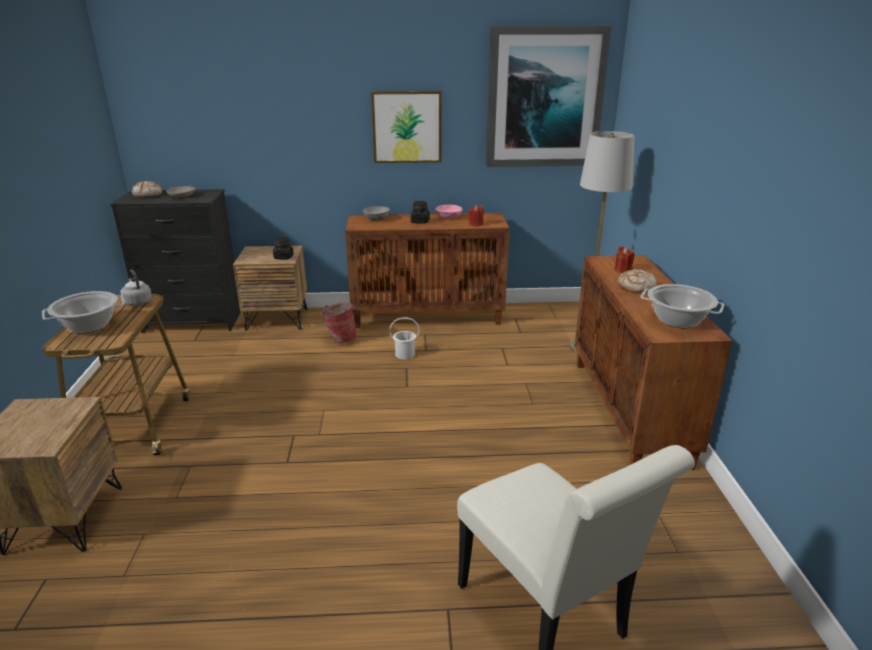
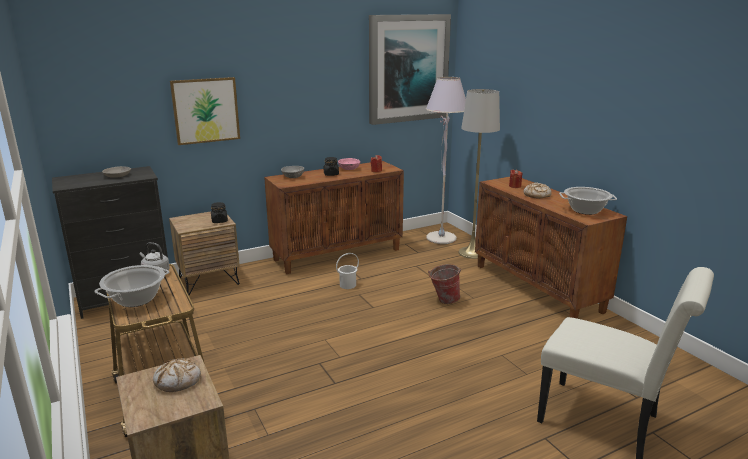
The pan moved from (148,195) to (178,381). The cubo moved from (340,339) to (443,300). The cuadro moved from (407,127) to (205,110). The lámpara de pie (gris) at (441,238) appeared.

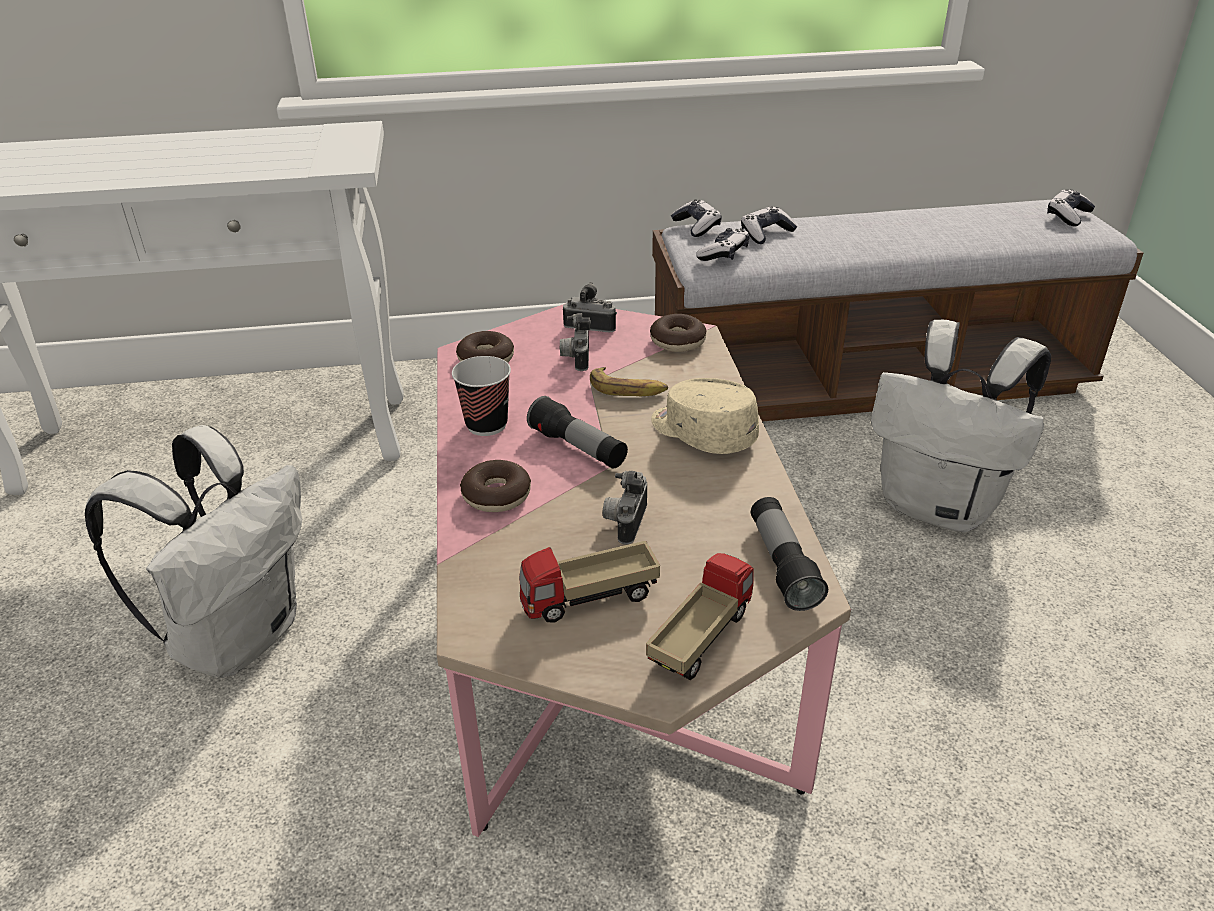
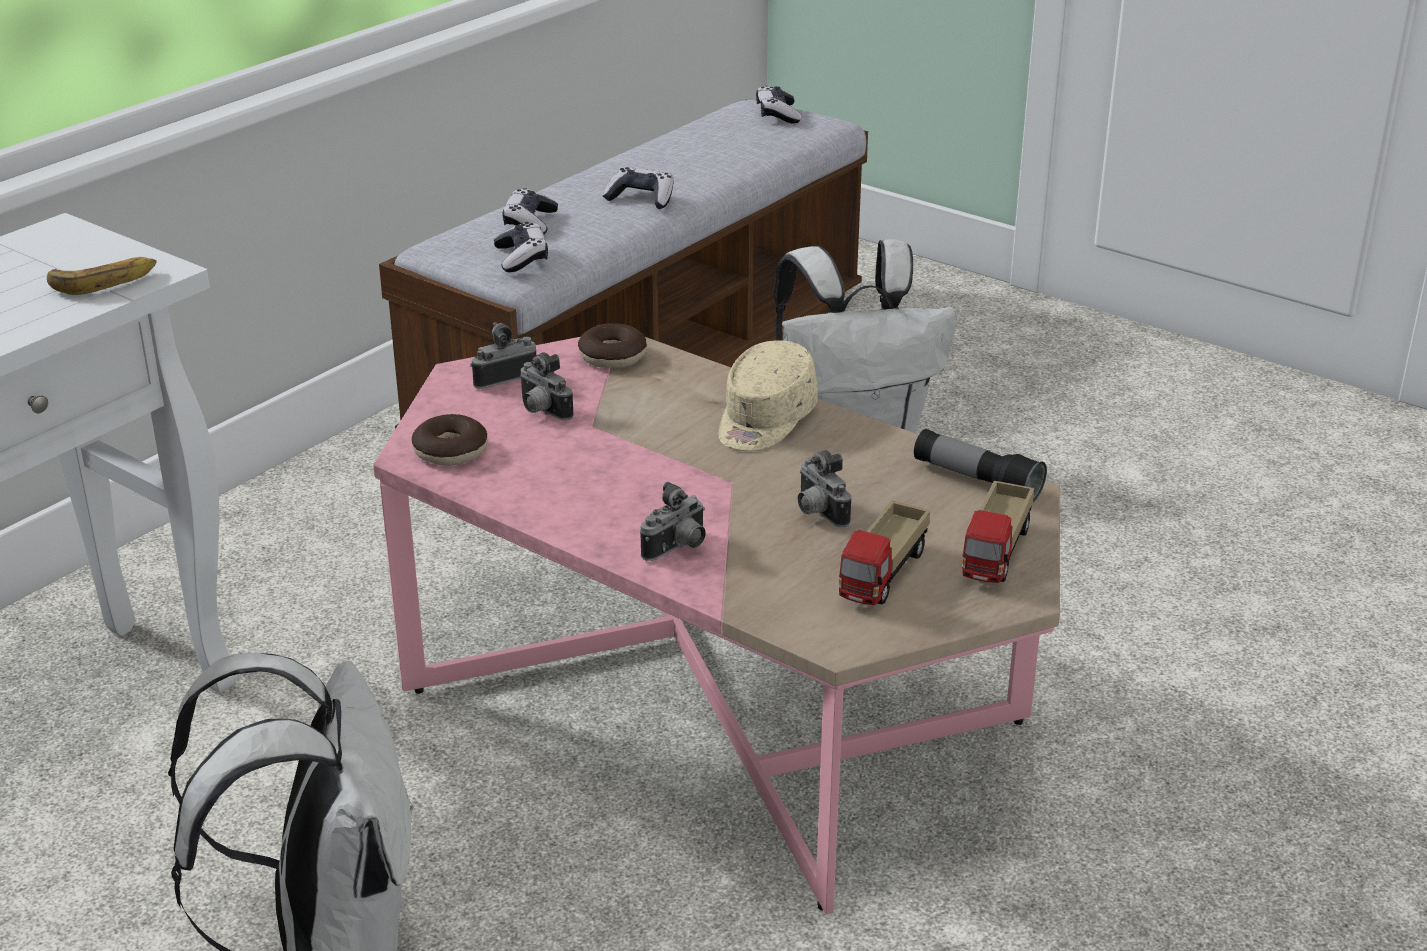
The taza at (486,425) disappeared. The rosquilla at (496,495) was replaced by the cámara at (678,549). The linterna at (578,448) disappeared. The plátano moved from (628,389) to (104,281). The camión de juguete at (700,637) turned 150 degrees counterclockwise. The gorra (beis) at (702,433) turned 60 degrees counterclockwise. The mando de consola moved from (696,226) to (641,199).

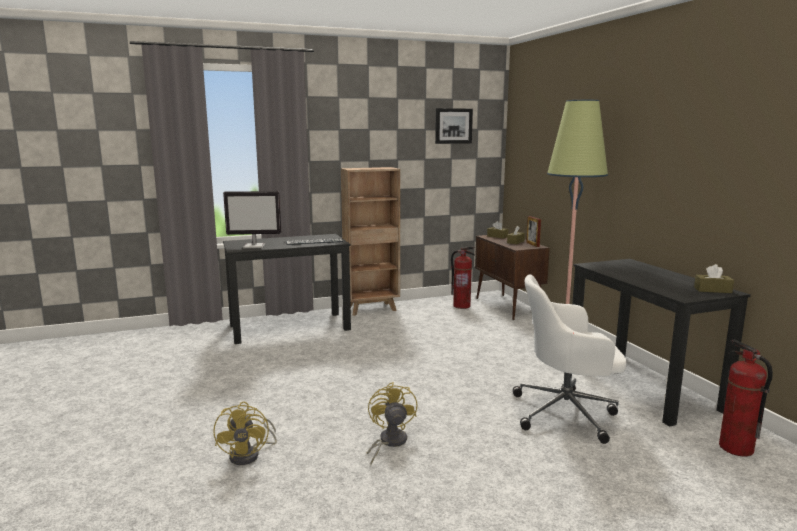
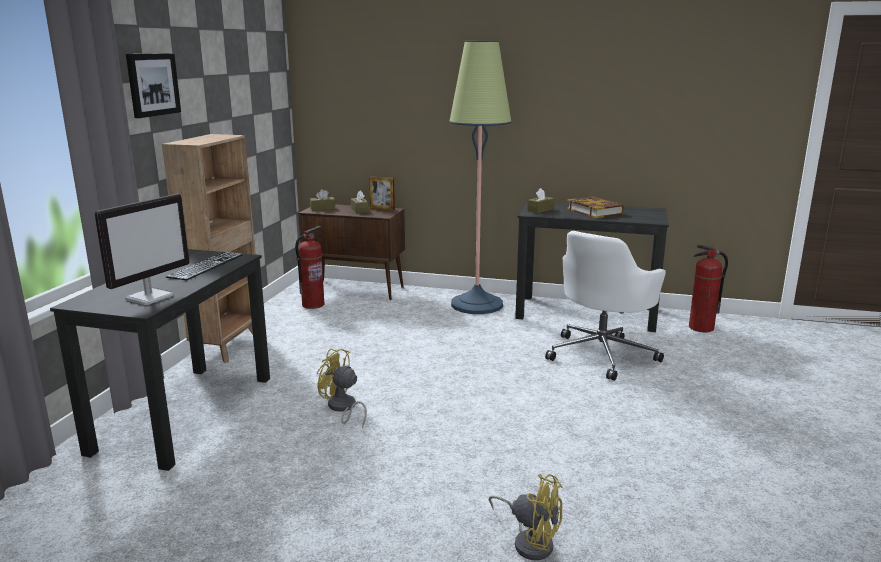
The ventilador (amarillo) moved from (389,442) to (342,408). The cuadro moved from (453,126) to (152,84). The caja de pañuelos (marrón) moved from (712,290) to (540,210). The libro at (595,211) appeared.

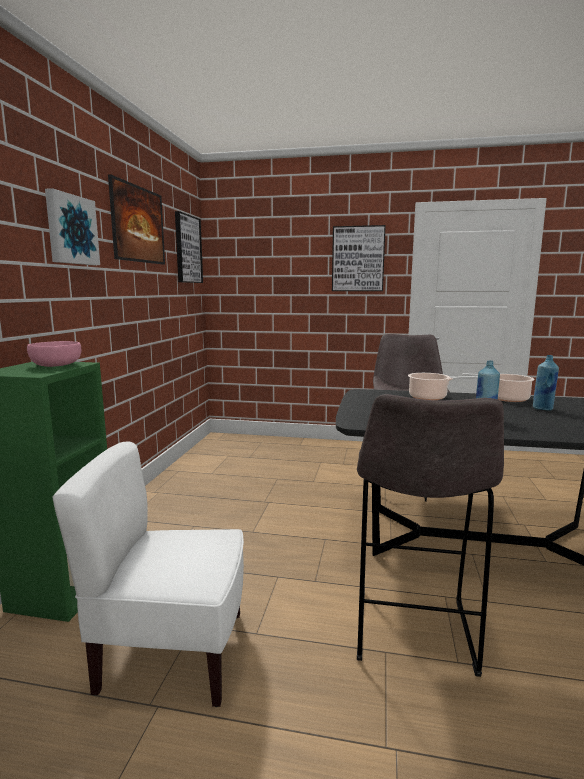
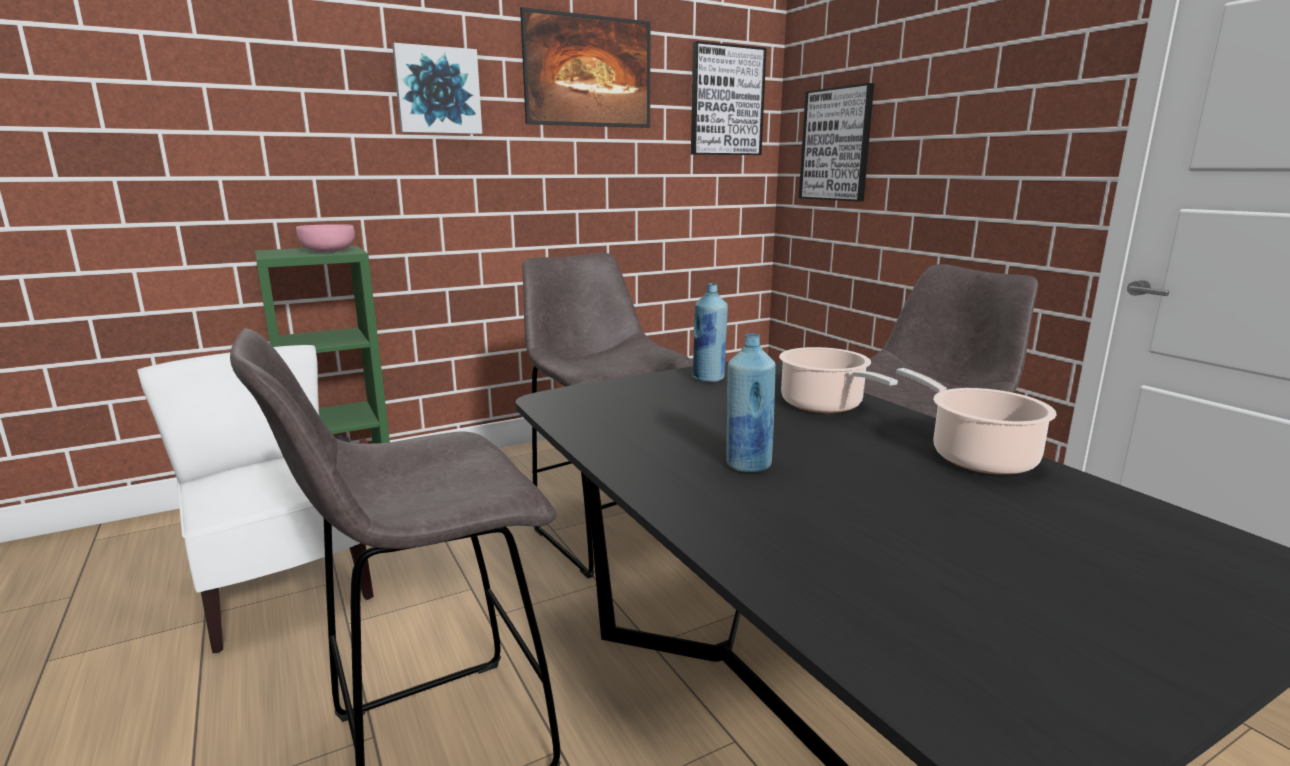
The cuadro moved from (358,259) to (836,144). The botella (azul) moved from (543,409) to (708,378). The taburete (gris) at (608,533) appeared.

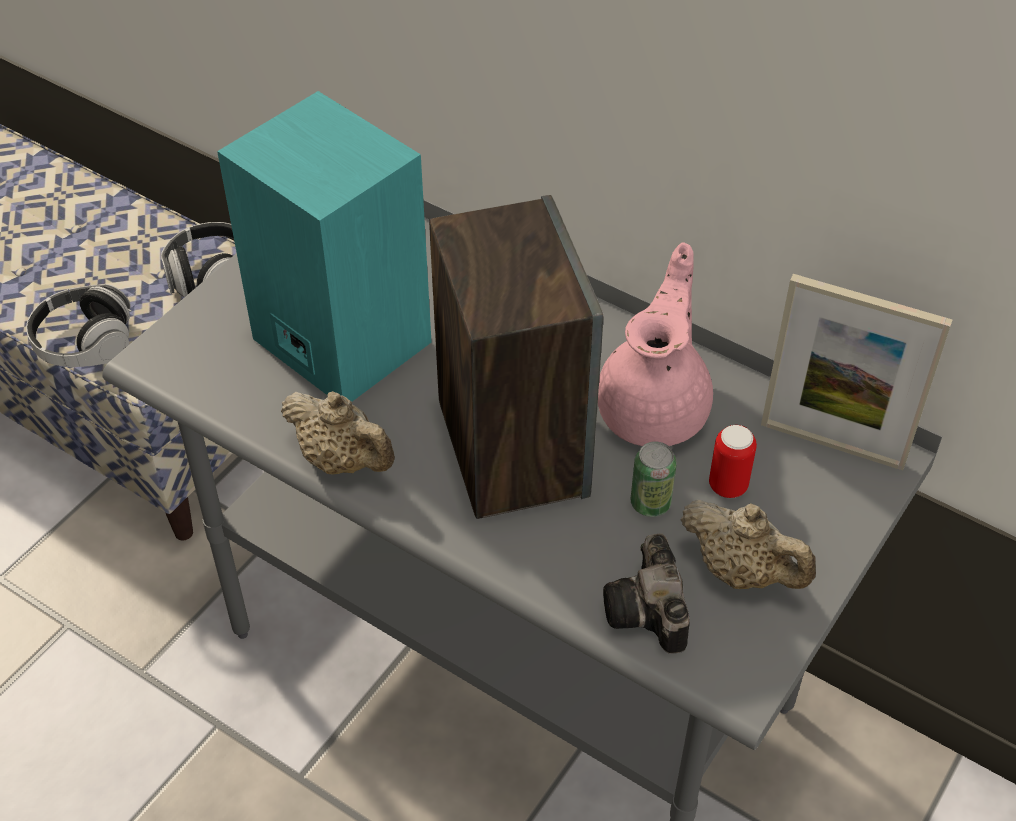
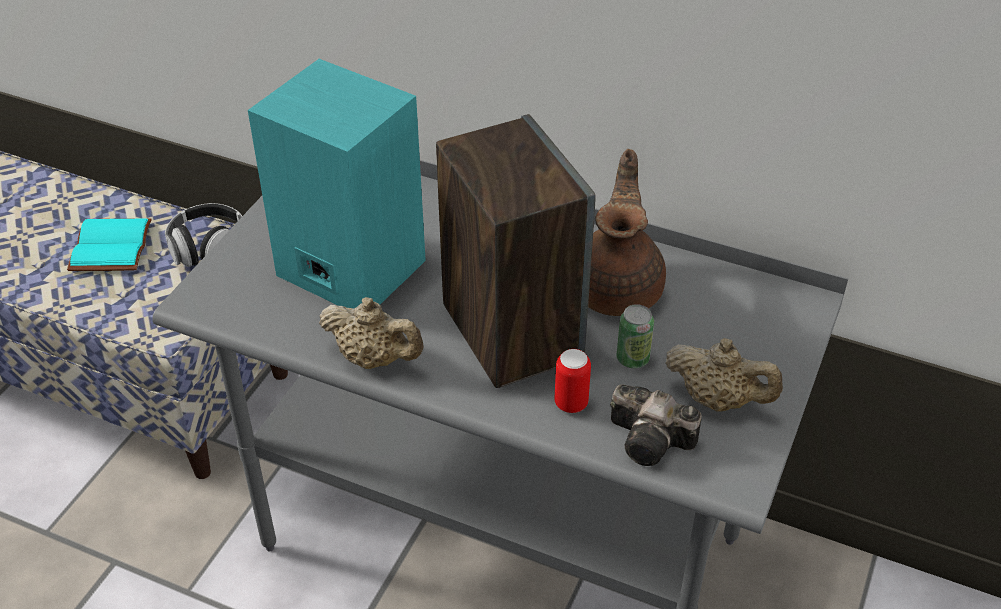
The auriculares at (85,344) disappeared. The tetera (rosa) at (656,408) became the tetera (marrón) at (619,288). The cámara at (649,614) turned 45 degrees counterclockwise. The lata moved from (728,486) to (571,403). The portarretratos at (832,444) disappeared. The libro (turquesa) at (109,246) appeared.

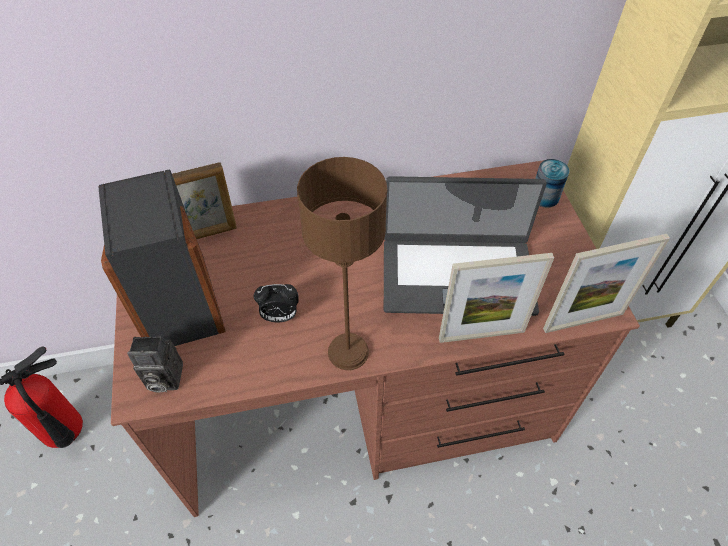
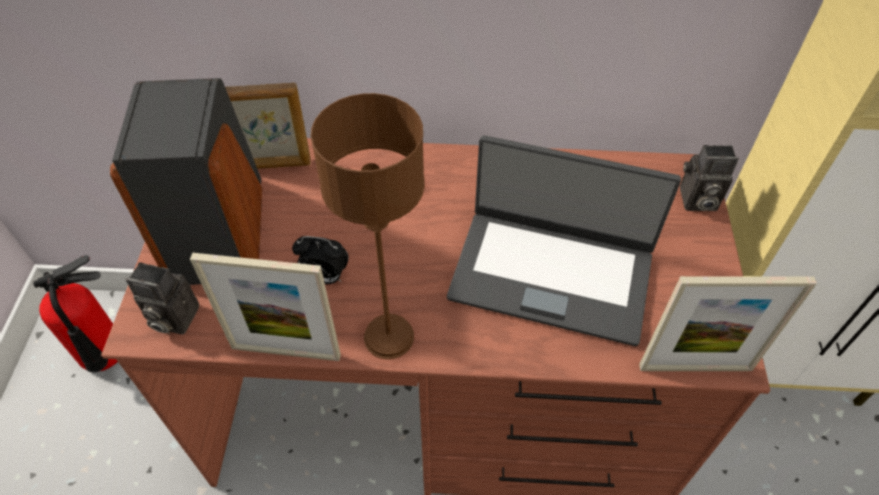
The portarretratos moved from (481,335) to (286,352). The lata at (544,197) was replaced by the cámara at (696,201).

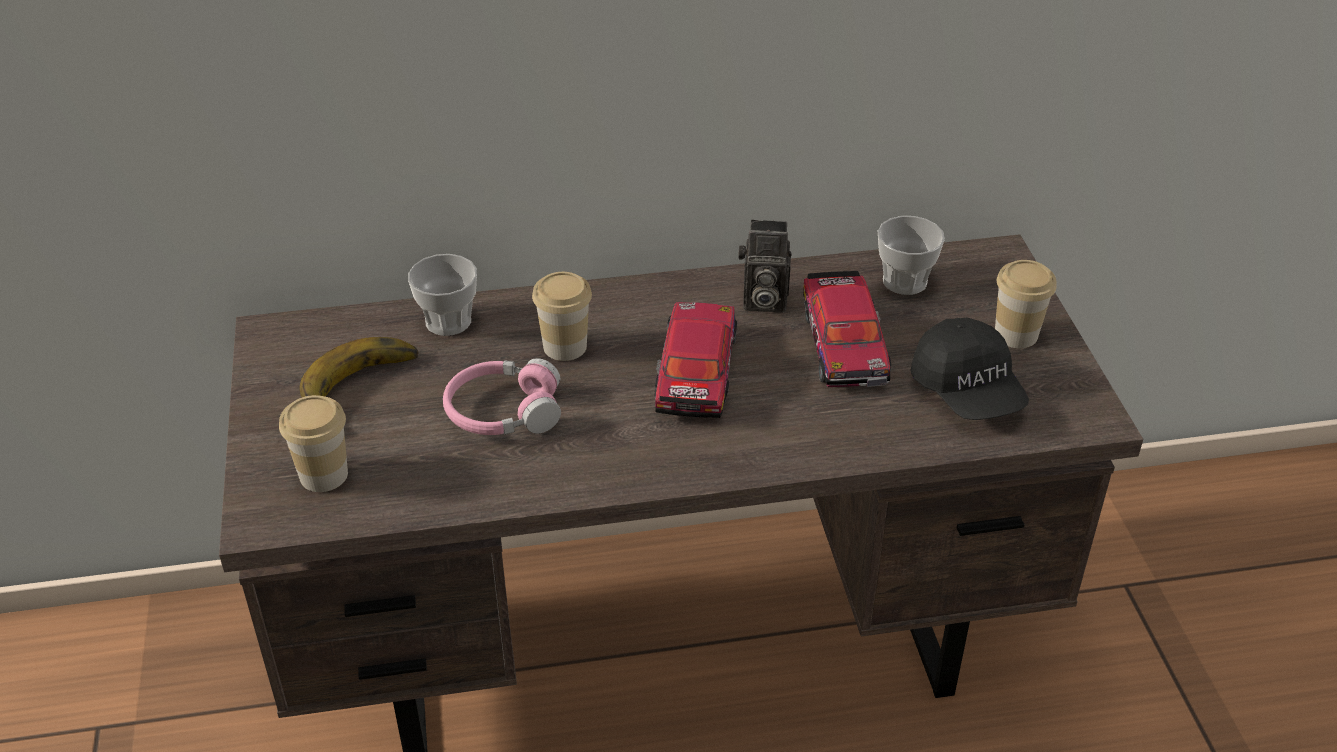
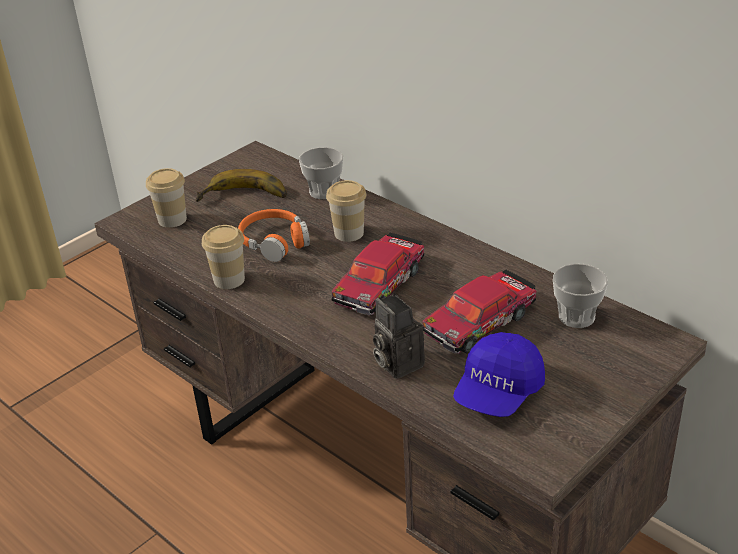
The auriculares (rosa) at (503,412) became the auriculares (naranja) at (274,242). The coche de juguete at (695,374) turned 150 degrees clockwise. The cámara moved from (762,301) to (396,363). The gorra (negro) at (968,392) became the gorra (azul) at (498,392). The taza moved from (1016,334) to (229,280).

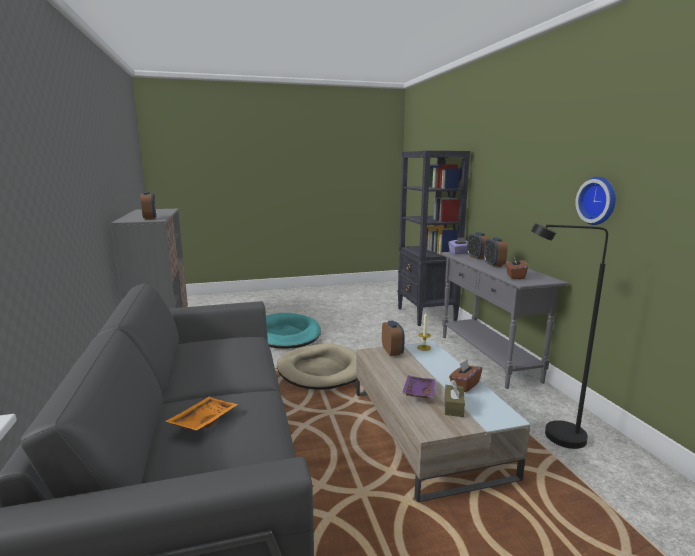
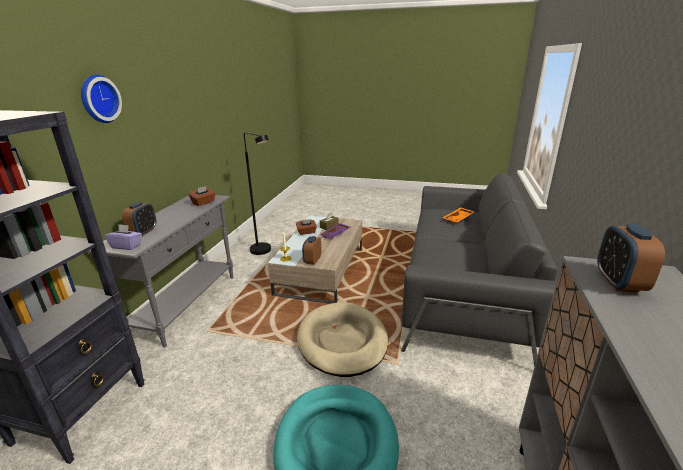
The despertador at (494,264) disappeared. The reloj de pared moved from (599,200) to (98,99).

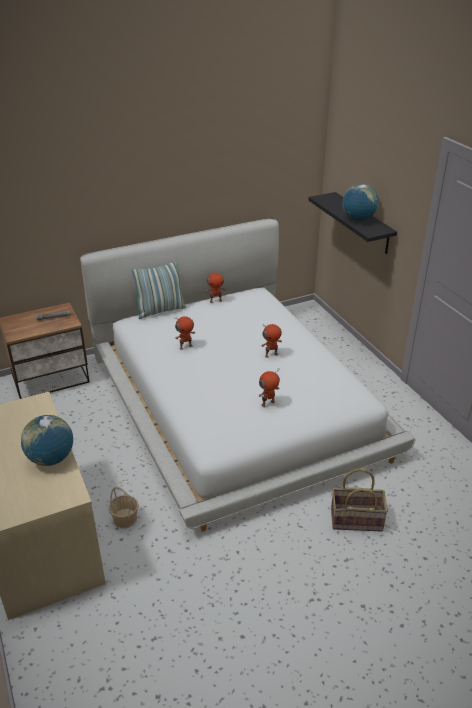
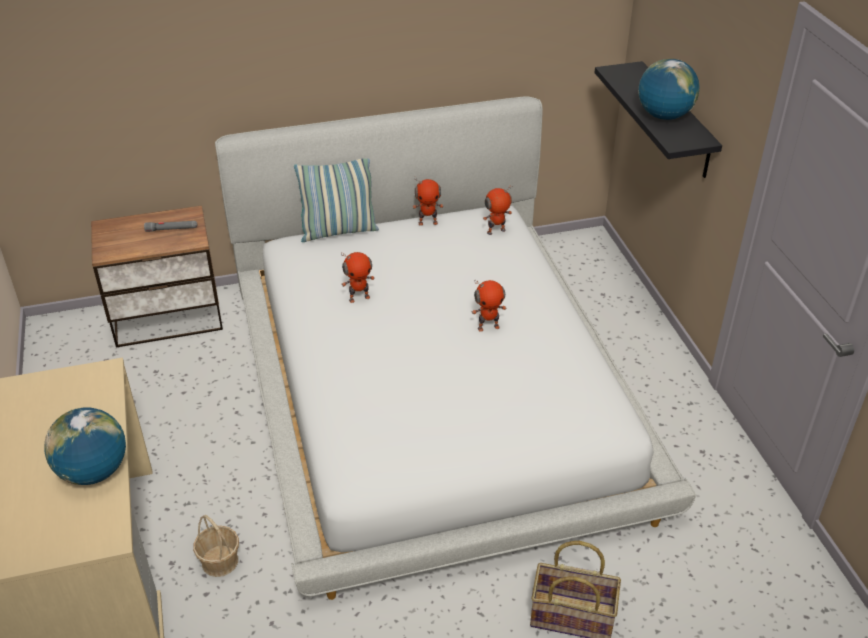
The robot de juguete moved from (268,404) to (496,232).

